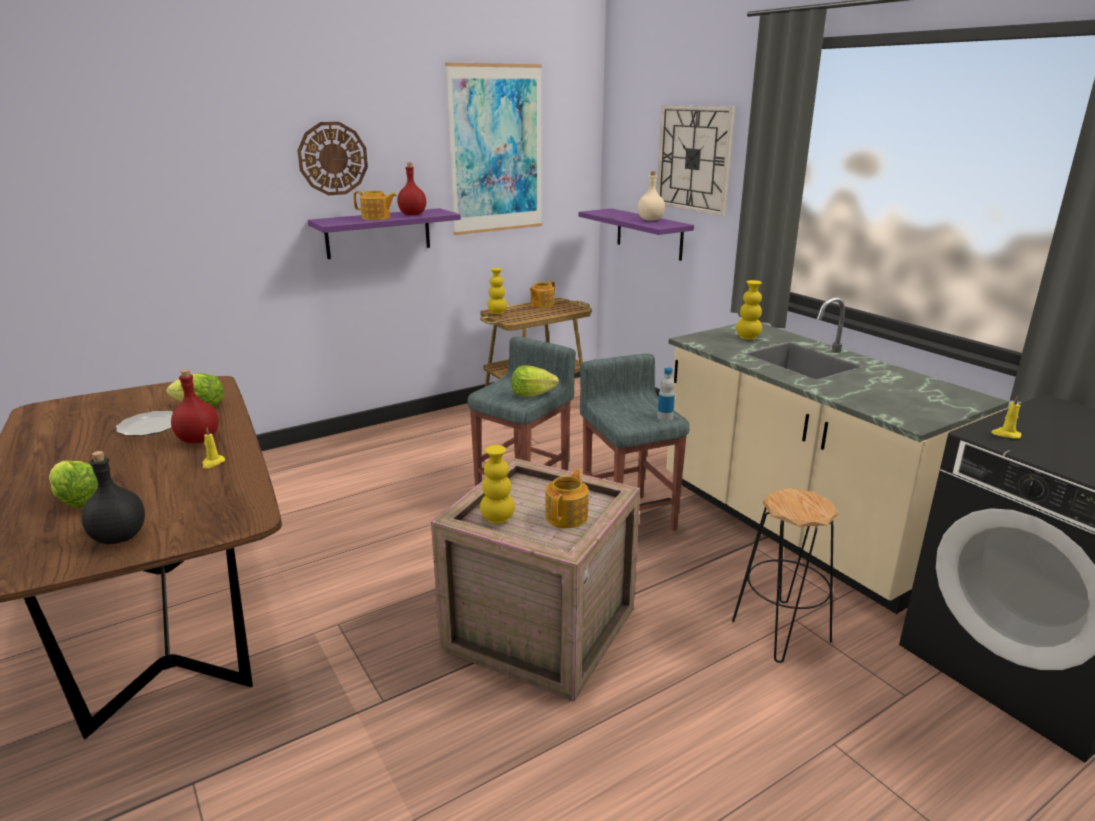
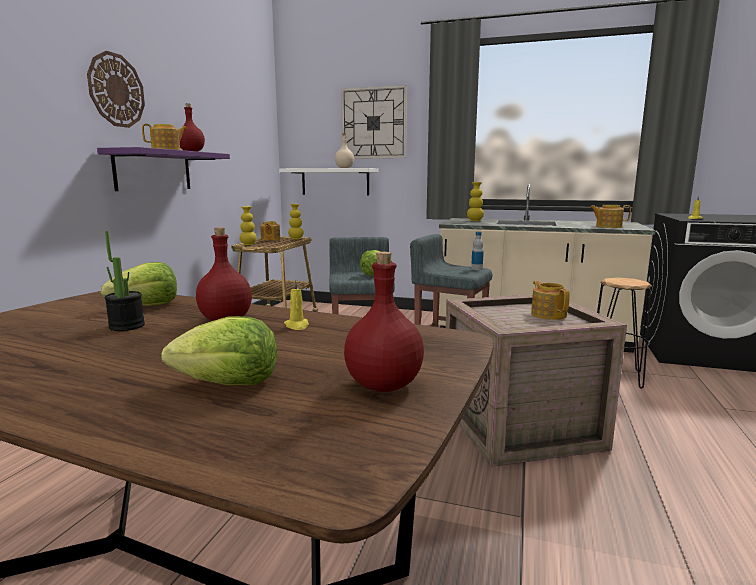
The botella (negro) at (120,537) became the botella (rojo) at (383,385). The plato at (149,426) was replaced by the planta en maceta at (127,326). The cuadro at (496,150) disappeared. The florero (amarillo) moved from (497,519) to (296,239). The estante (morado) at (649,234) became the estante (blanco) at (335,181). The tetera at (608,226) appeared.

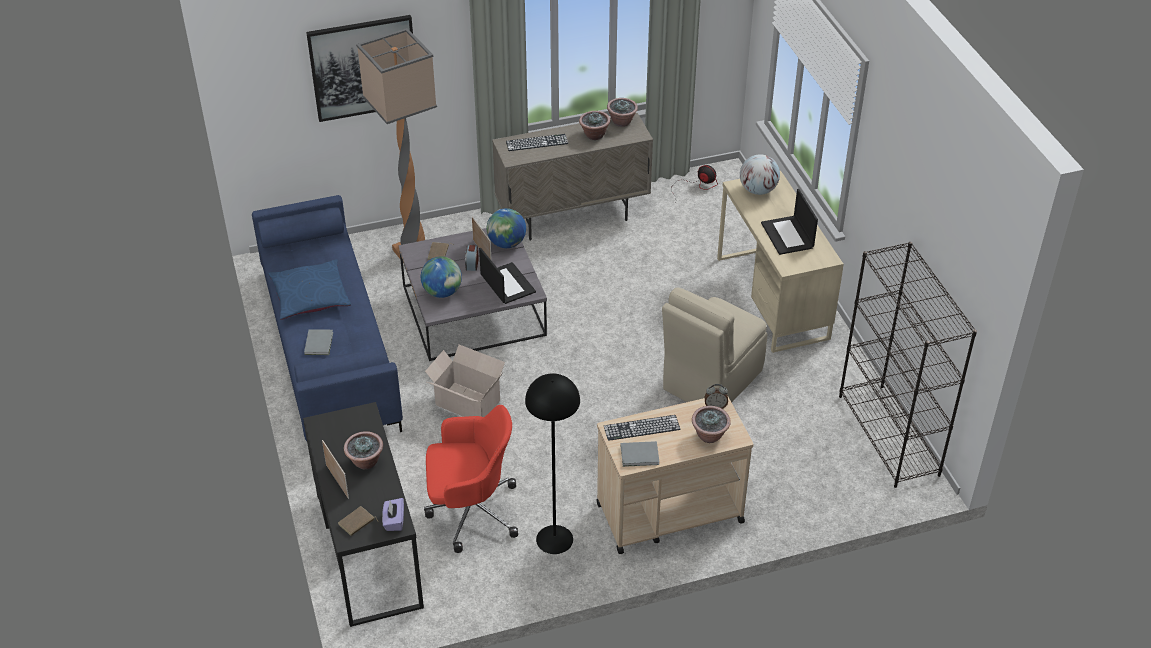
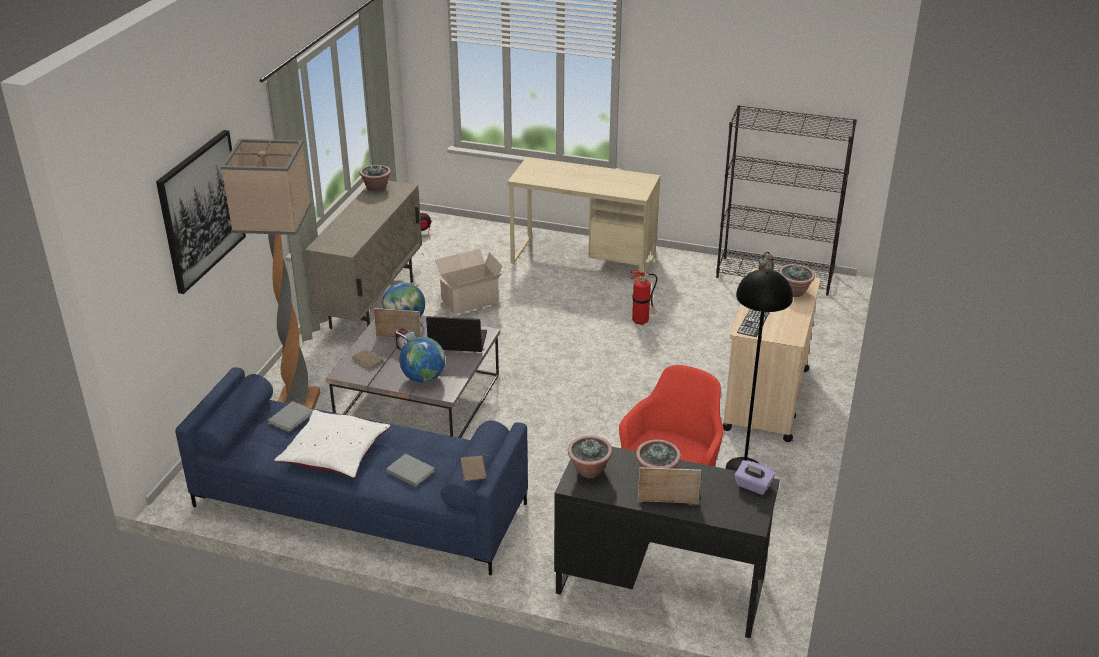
The cojín (azul) at (310,297) became the cojín (blanco) at (334,453). The libro (marrón) moved from (357,523) to (474,470). The caja de cartón moved from (466,402) to (468,301). The teclado at (537,142) disappeared. The planta en maceta moved from (594,135) to (589,471). The libro (gris) moved from (640,455) to (292,418). The silla (beis) at (710,381) was replaced by the extintor at (642,322). The globo terráqueo at (758,190) disappeared. The portátil at (788,236) disappeared.

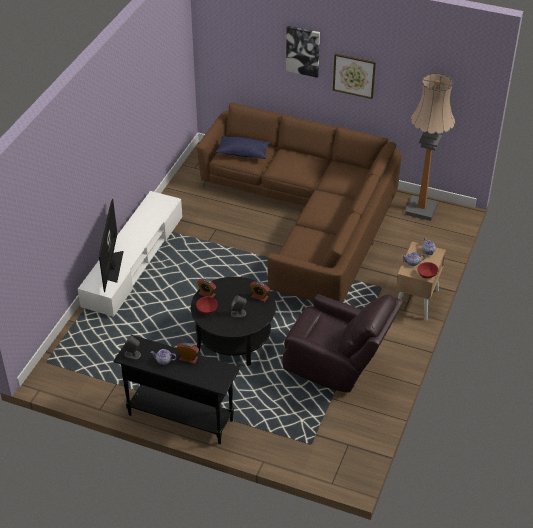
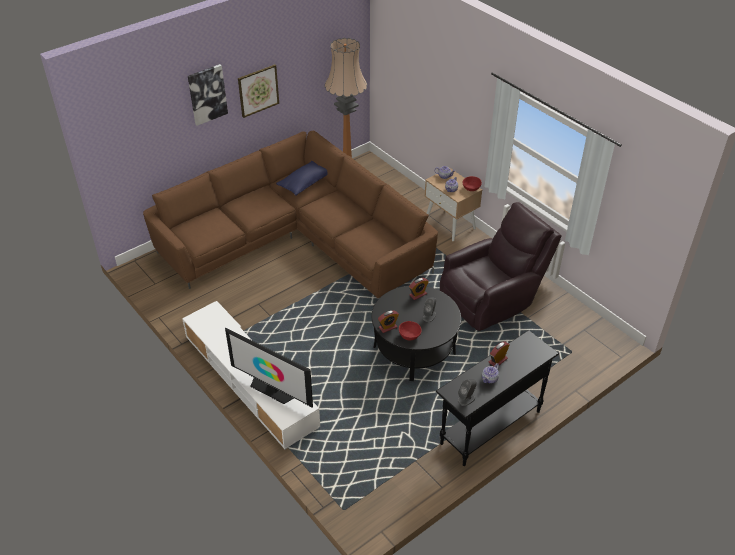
The cojín (azul) moved from (243,153) to (304,183).

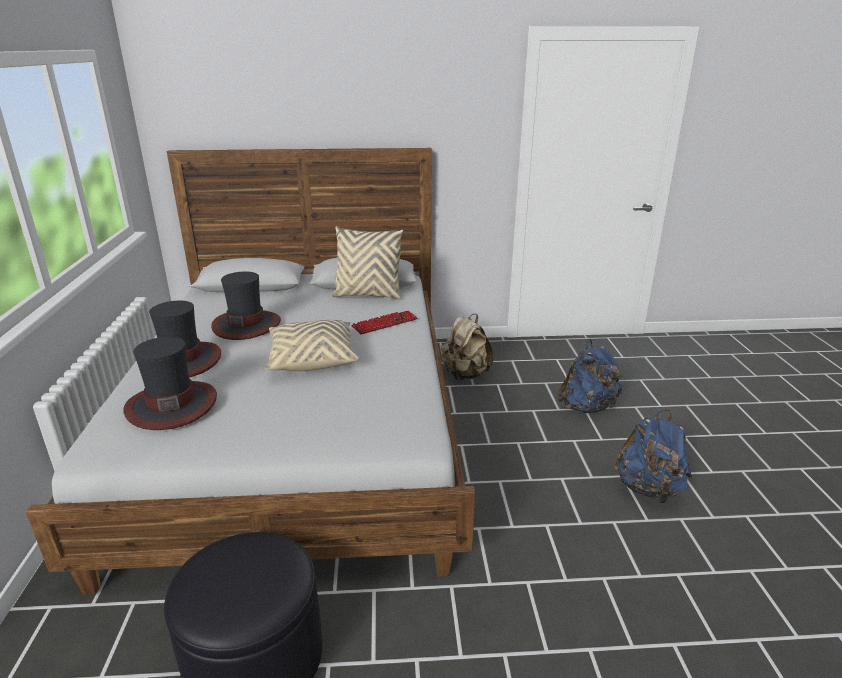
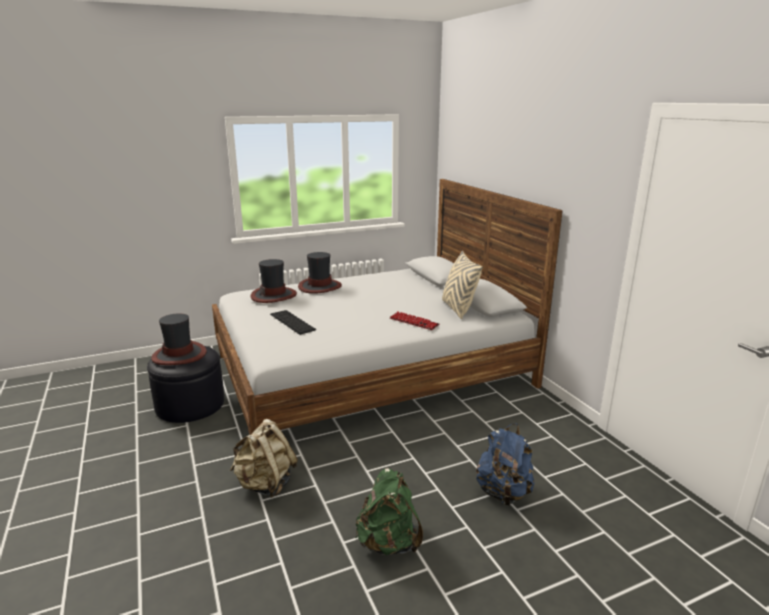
The sombrero moved from (247,325) to (179,355). The cojín (beis) at (312,358) disappeared. The mochila (beis) moved from (465,375) to (265,484). The mochila (azul) at (648,489) became the mochila (verde) at (388,542). The teclado at (292,322) appeared.

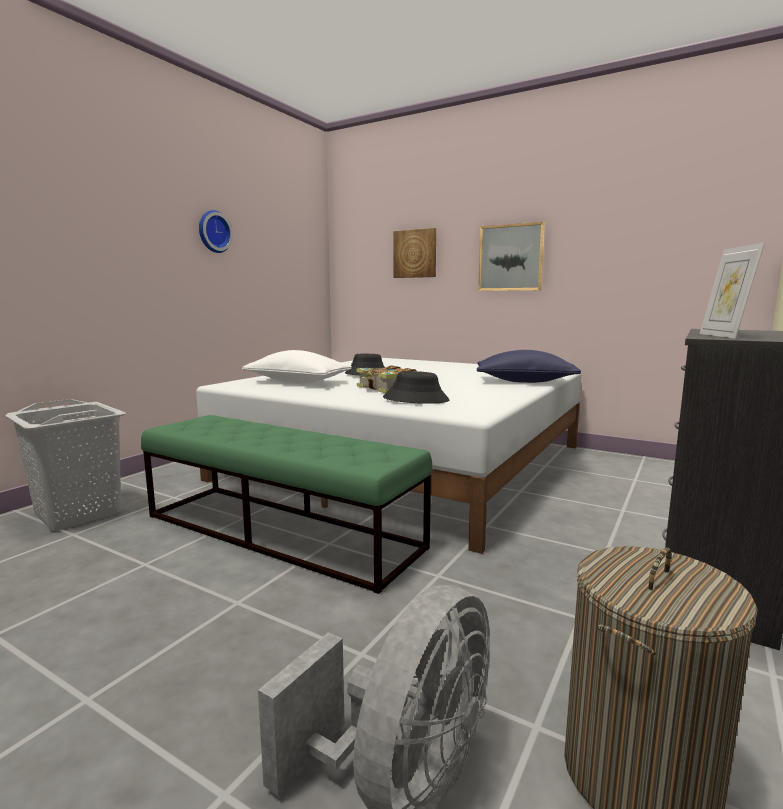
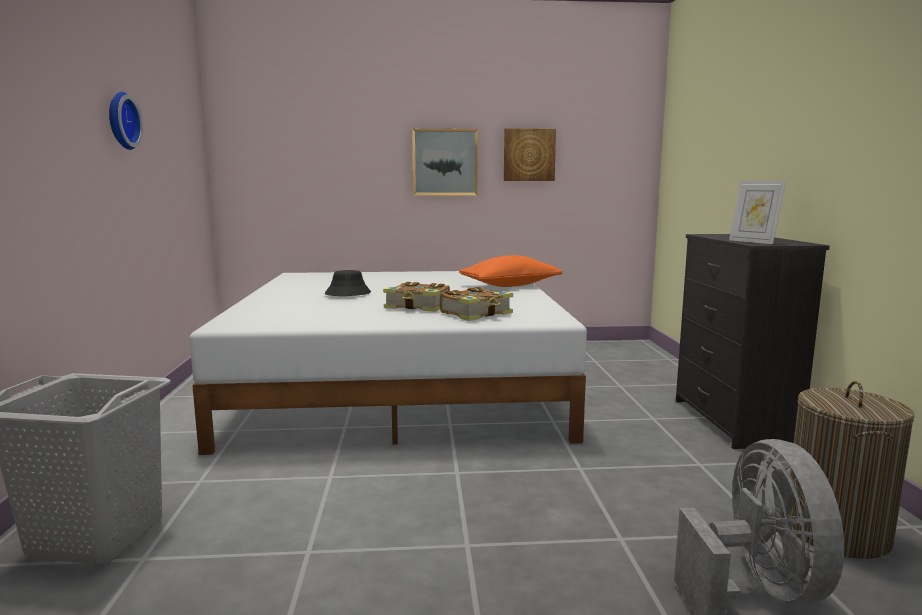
The banco (verde) at (281,531) disappeared. The cojín (blanco) at (297,382) disappeared. The sombrero (negro) at (416,399) was replaced by the libro at (477,314). The cuadro moved from (415,254) to (529,155). The cojín (azul) at (525,381) became the cojín (naranja) at (510,285).

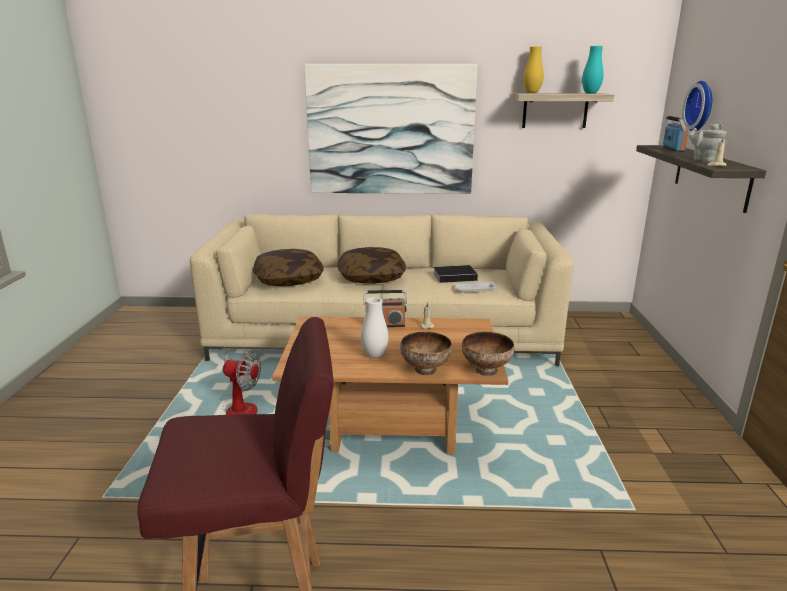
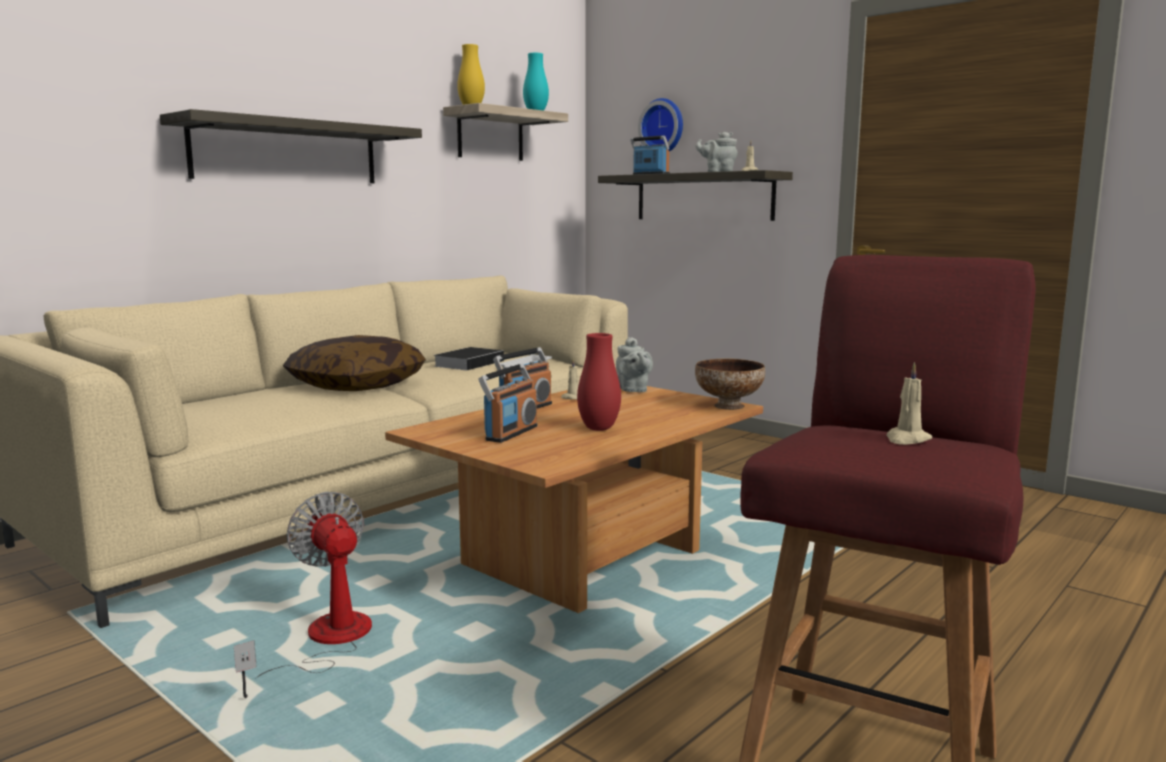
The ventilador at (240,407) turned 90 degrees counterclockwise. The cojín at (288,279) disappeared. The cuadro at (390,130) was replaced by the estante at (287,152). The florero (blanco) at (374,355) became the florero (rojo) at (599,428). The cuenco at (424,370) disappeared. The radio at (511,433) appeared. The tetera (gris) at (632,390) appeared. The vela (beis) at (907,439) appeared.

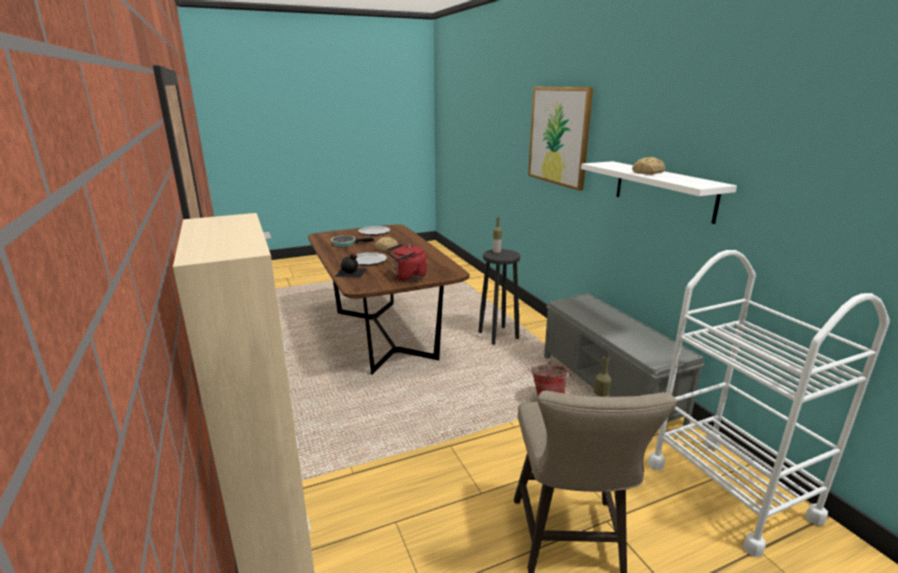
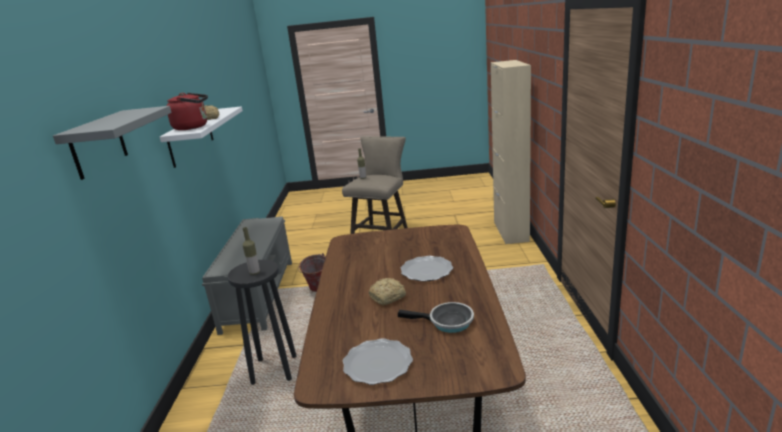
The botella (negro) at (351,272) disappeared. The hervidor (rojo) moved from (407,277) to (193,127). The cuadro at (559,136) was replaced by the estante (gris) at (98,144). The carrito (blanco) at (730,491) disappeared.

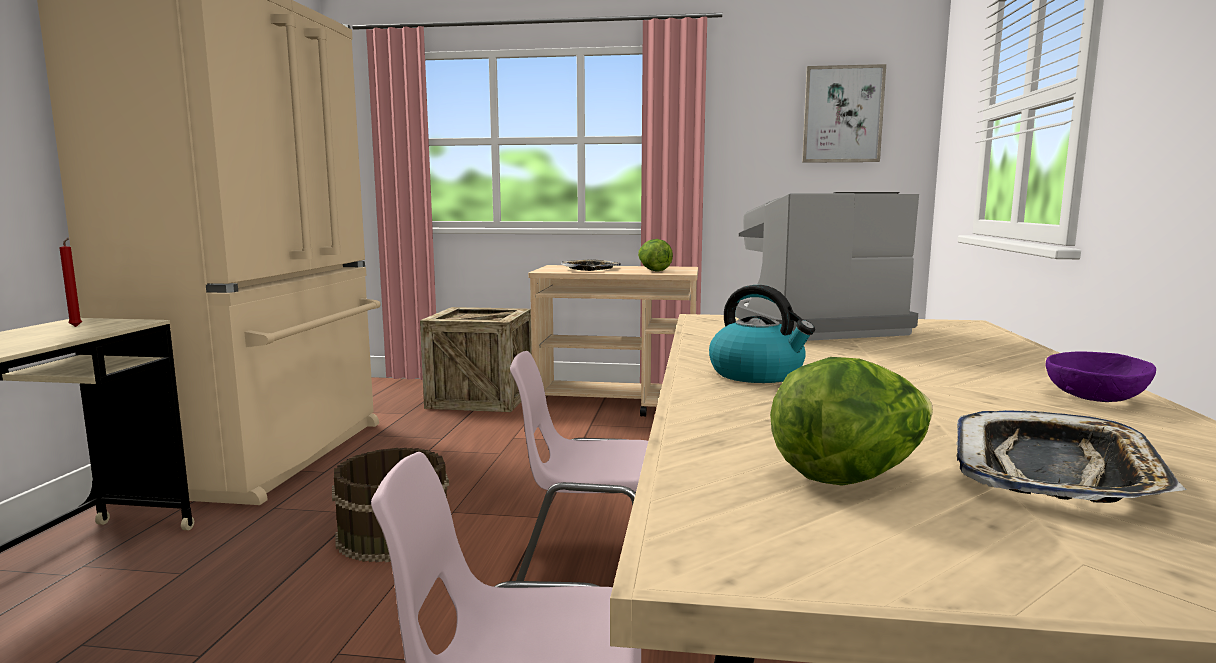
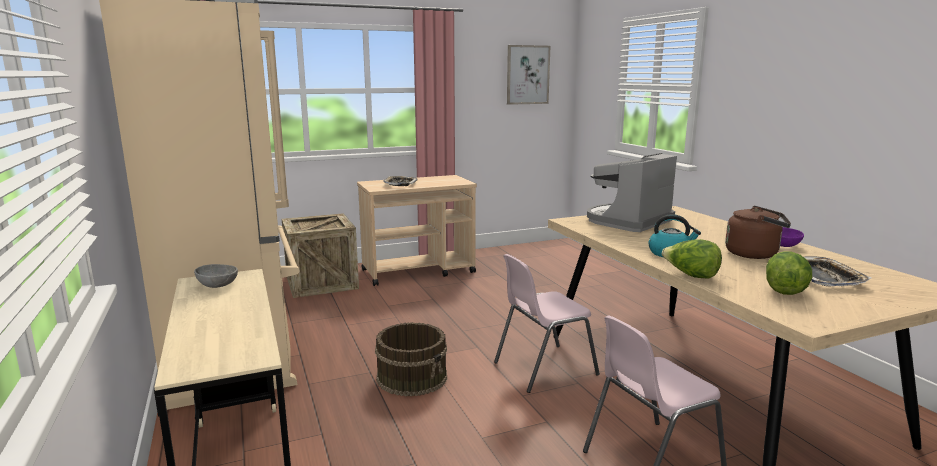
The vela (rojo) at (77,326) was replaced by the cuenco (gris) at (218,285). The lechuga moved from (653,271) to (690,276). The hervidor (marrón) at (754,254) appeared.

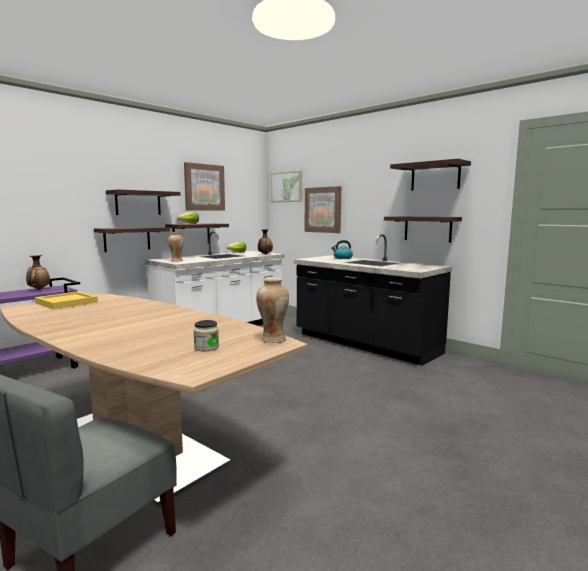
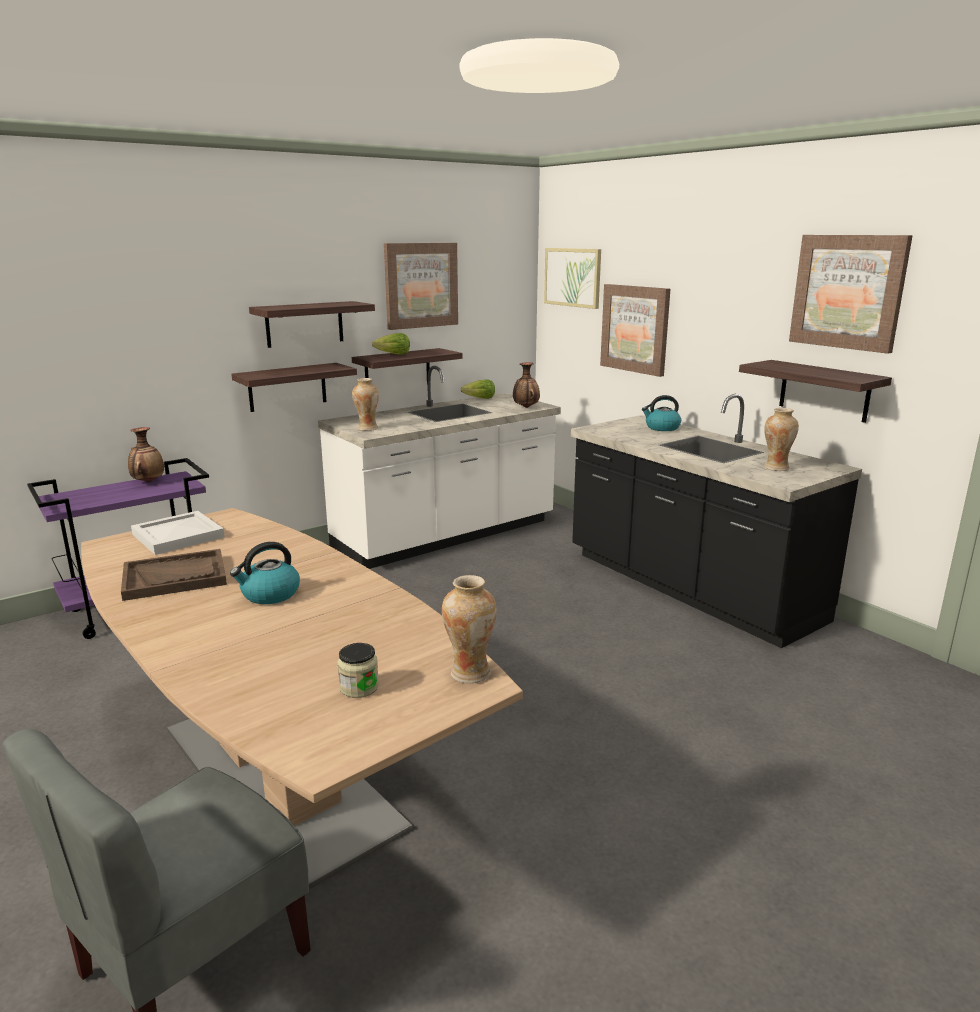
The bandeja (amarillo) at (65,302) became the bandeja (blanco) at (176,536). The estante at (435,176) was replaced by the cuadro at (848,292). The bandeja (marrón) at (175,577) appeared. The hervidor at (269,594) appeared. The florero at (776,468) appeared.

